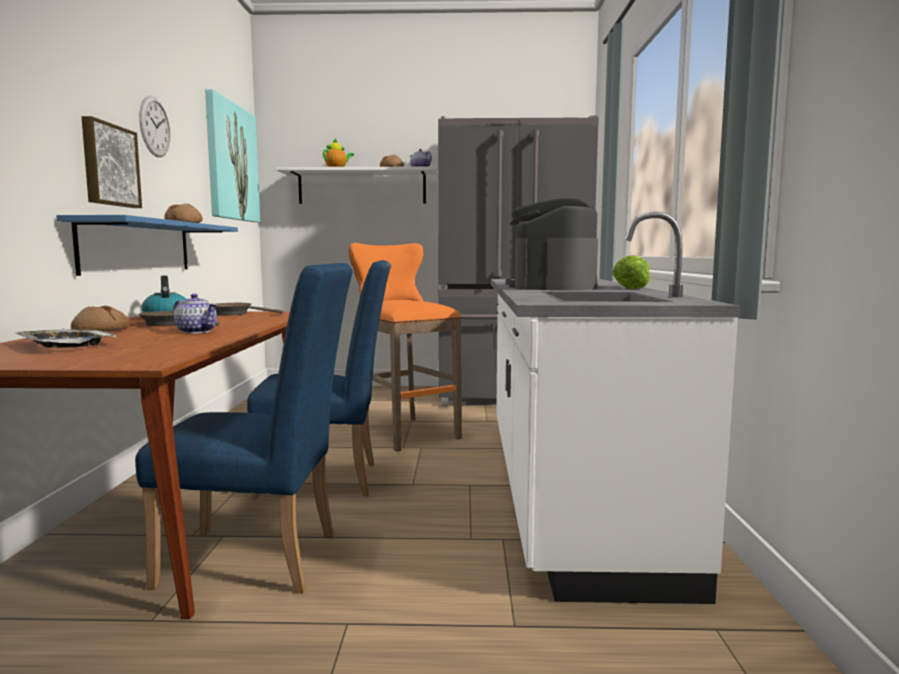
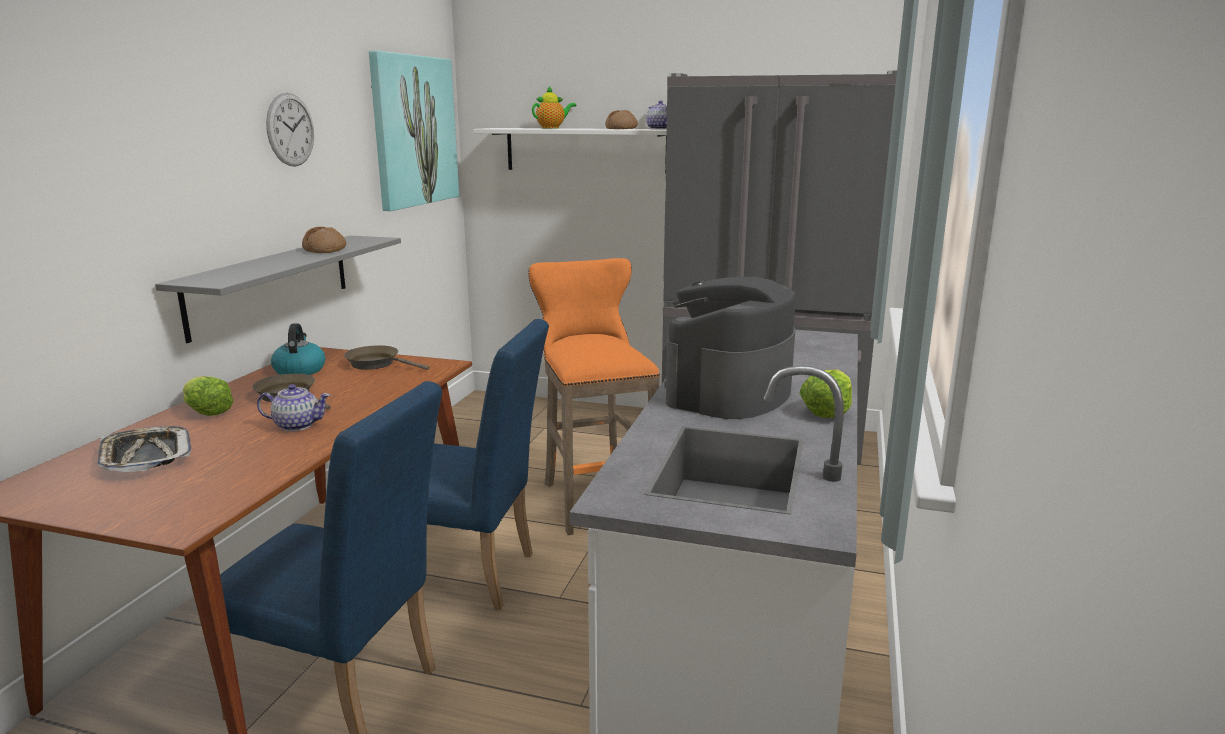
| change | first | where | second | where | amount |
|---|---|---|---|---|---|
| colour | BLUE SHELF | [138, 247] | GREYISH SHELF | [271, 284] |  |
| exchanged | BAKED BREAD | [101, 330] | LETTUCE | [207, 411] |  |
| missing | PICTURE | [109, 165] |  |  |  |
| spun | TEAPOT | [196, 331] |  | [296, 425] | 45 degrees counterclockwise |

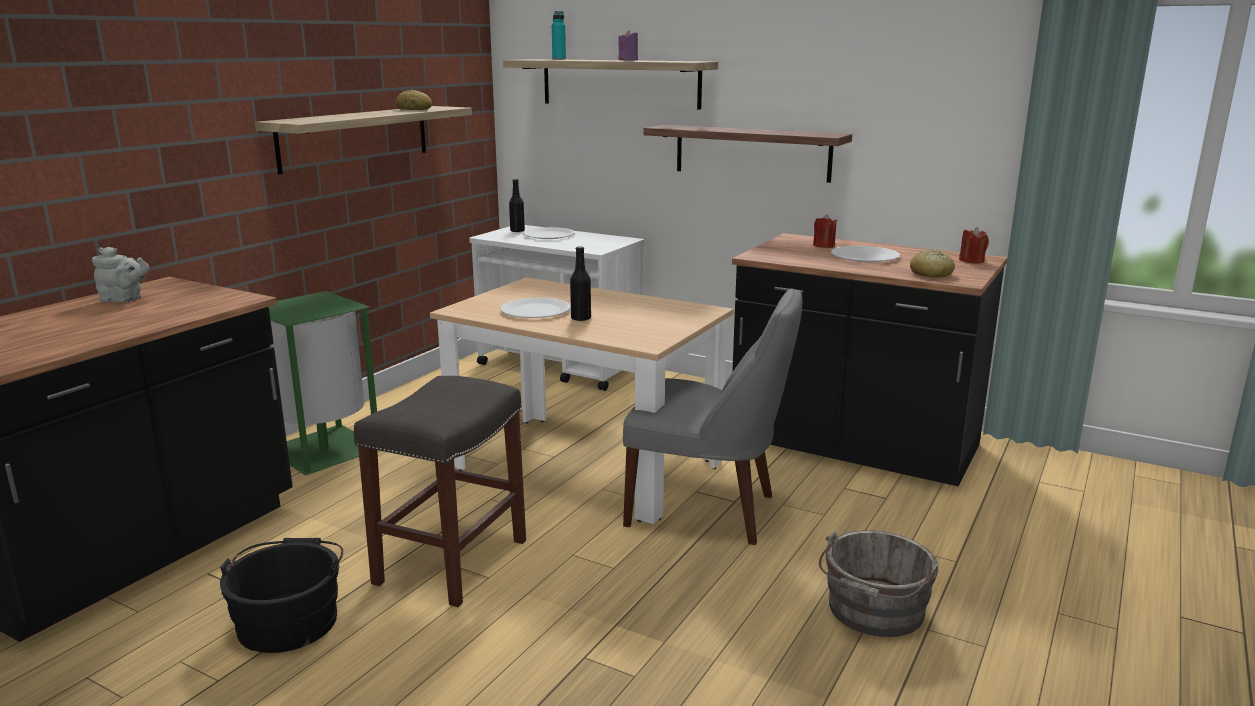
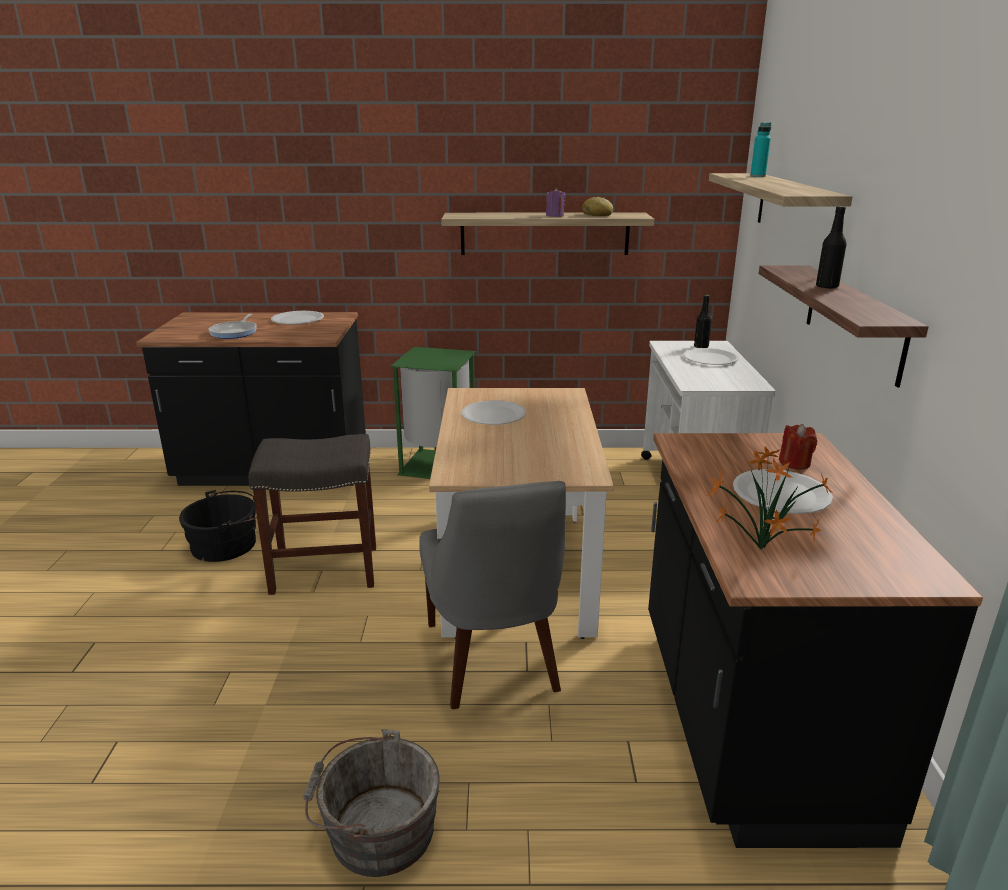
| change | first | where | second | where | amount |
|---|---|---|---|---|---|
| exchanged | GREYISH TEAPOT | [124, 300] | WHITE-COLOURED FLAT DISH | [297, 319] |  |
| relocated | BLACK-COLOURED BEVERAGE BOTTLE | [581, 318] |  | [827, 287] |  |
| relocated | PURPLE-COLOURED CANDLE | [628, 60] |  | [555, 216] |  |
| exchanged | BAKED BREAD | [931, 274] | PLANT IN A POT | [757, 549] |  |
| missing | RED CANDLE | [972, 261] |  |  |  |
| appeared |  |  | PAN | [235, 332] |  |

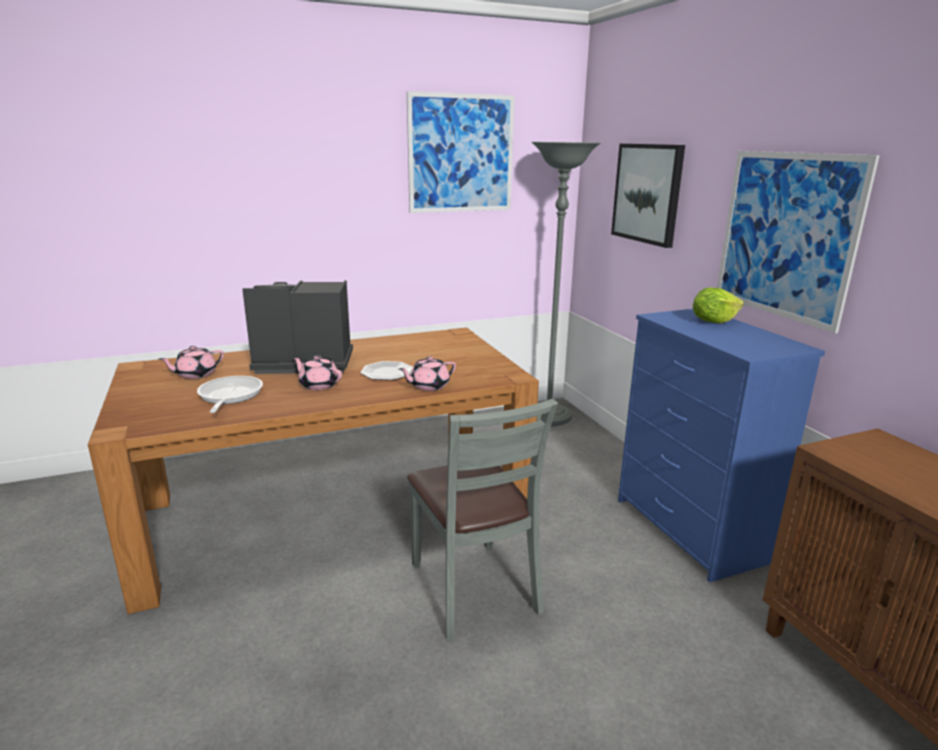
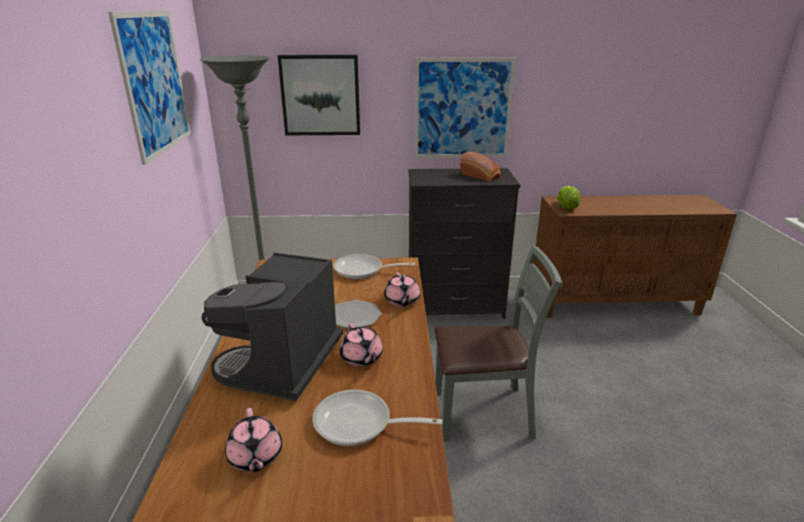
| change | first | where | second | where | amount |
|---|---|---|---|---|---|
| spun | PINK-COLOURED TEAPOT | [318, 385] |  | [361, 358] | 75 degrees counterclockwise |
| colour | BLUE DRAWER CHEST | [689, 530] | BLACK-COLOURED DRAWER CHEST | [456, 307] |  |
| relocated | LETTUCE | [713, 321] |  | [566, 207] |  |
| appeared |  |  | PAN | [363, 270] |  |
| appeared |  |  | BAKED BREAD | [481, 176] |  |

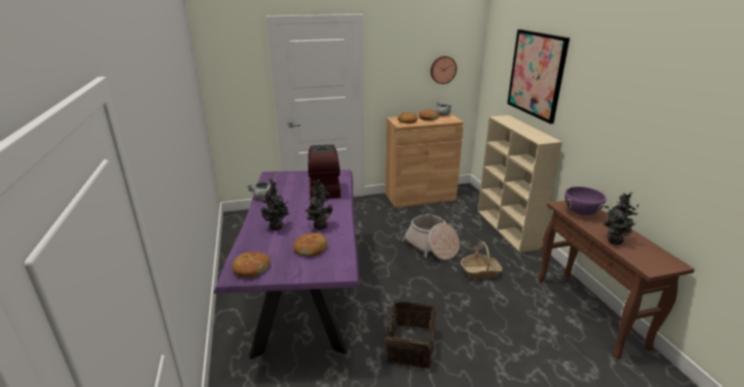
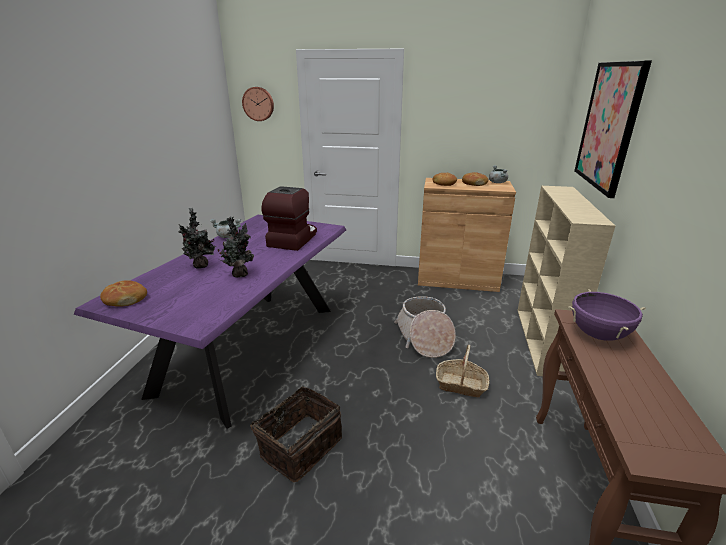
| change | first | where | second | where | amount |
|---|---|---|---|---|---|
| missing | BAKED BREAD | [311, 249] |  |  |  |
| relocated | WALL CLOCK | [443, 69] |  | [258, 104] |  |
| missing | PLANT IN A POT | [613, 241] |  |  |  |

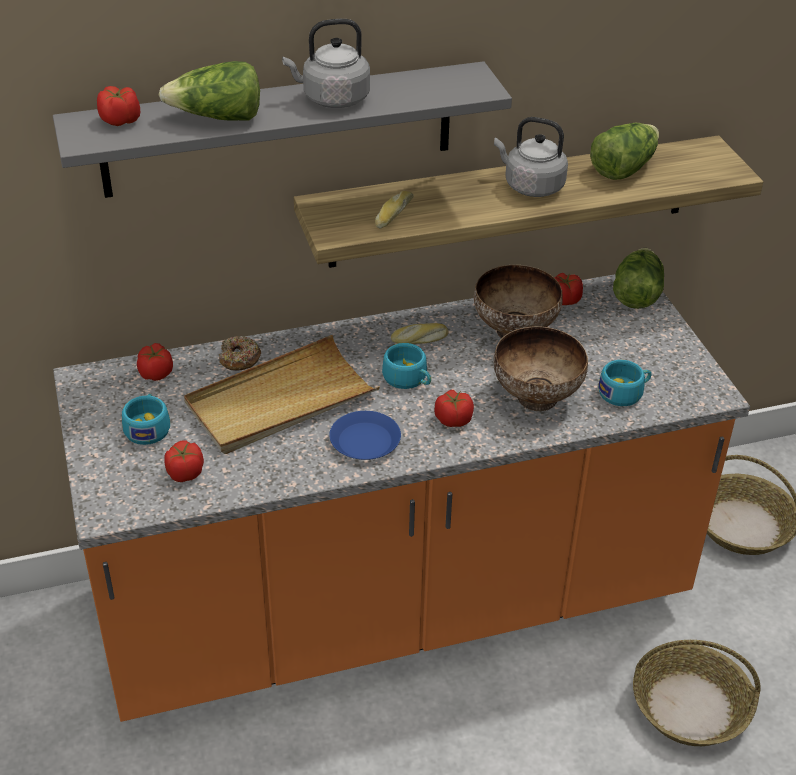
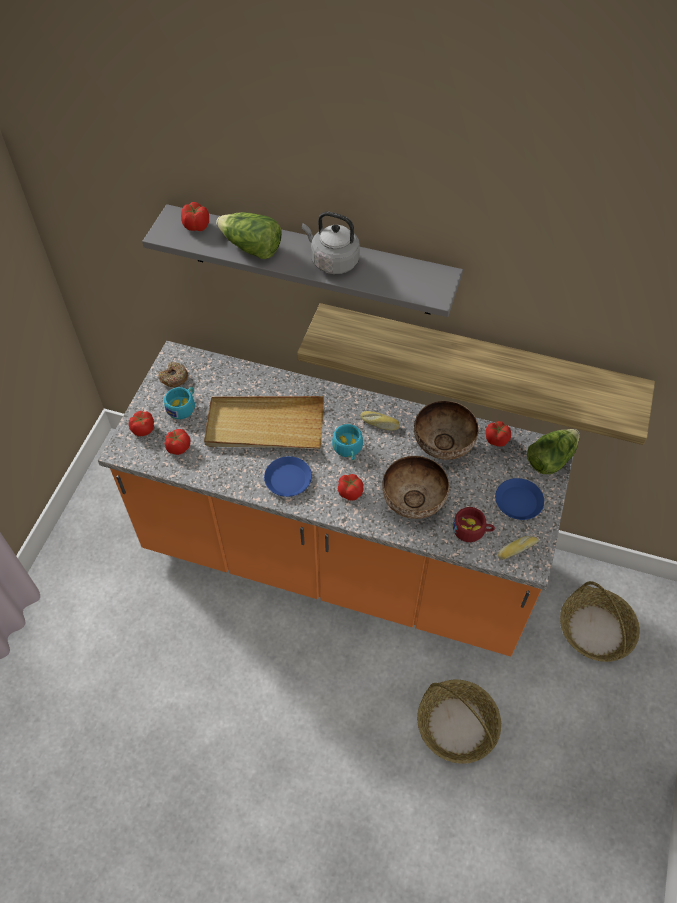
| change | first | where | second | where | amount |
|---|---|---|---|---|---|
| relocated | TOMATO | [156, 373] |  | [143, 429] |  |
| relocated | RING DOUGHNUT | [239, 359] |  | [174, 378] |  |
| relocated | BAKED BREAD | [393, 214] |  | [516, 548] |  |
| missing | GREYISH KETTLE | [530, 186] |  |  |  |
| missing | LETTUCE | [623, 168] |  |  |  |
| colour | TURQUOISE-COLOURED DRINKING CUP | [624, 392] | RED DRINKING CUP | [472, 530] |  |
| appeared |  |  | BLUE FLAT DISH | [518, 501] |  |

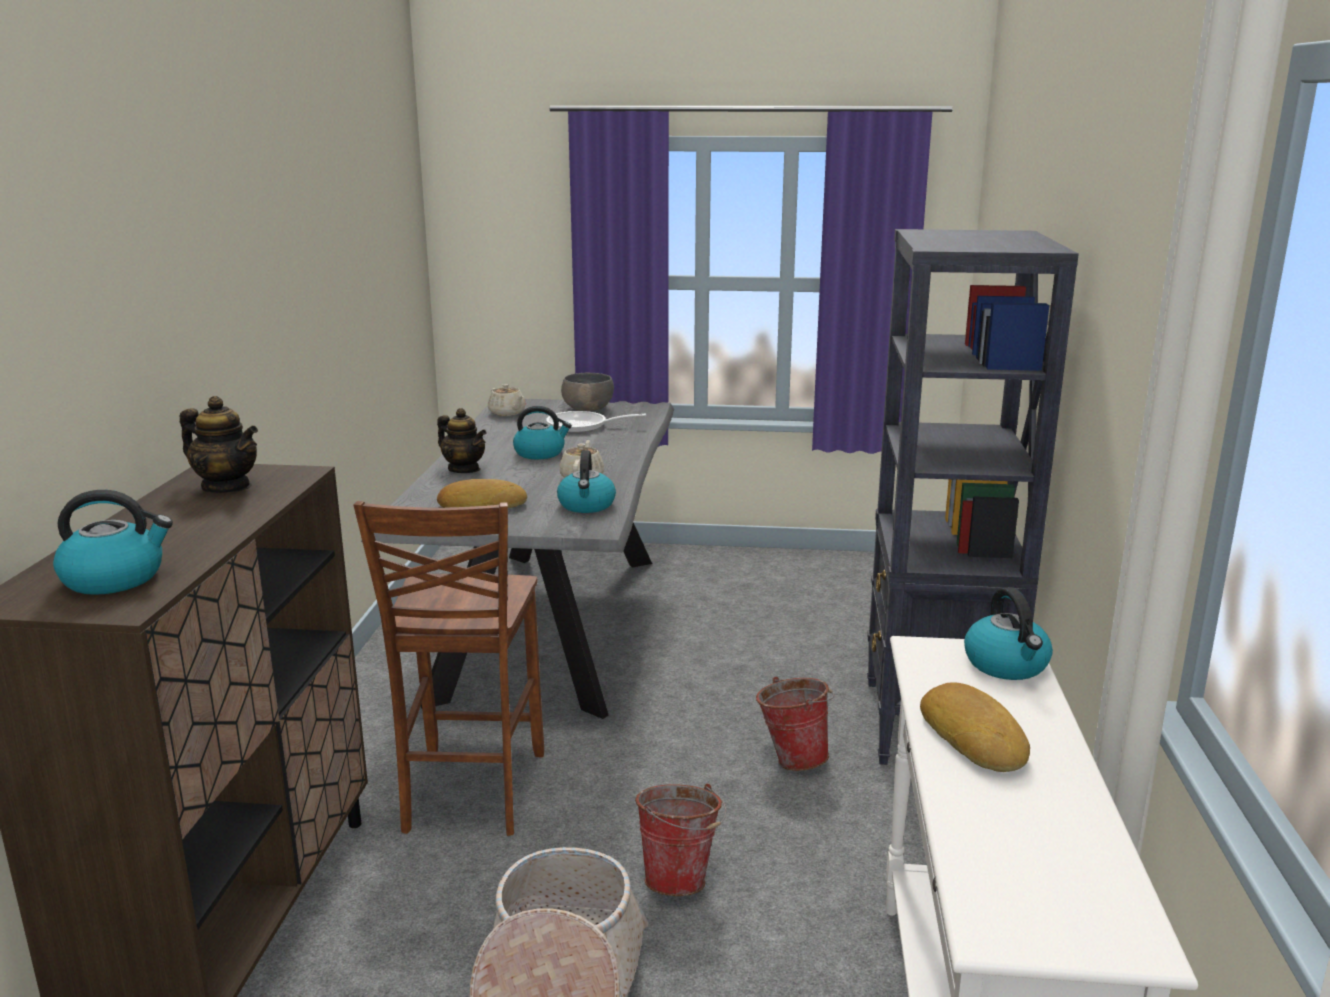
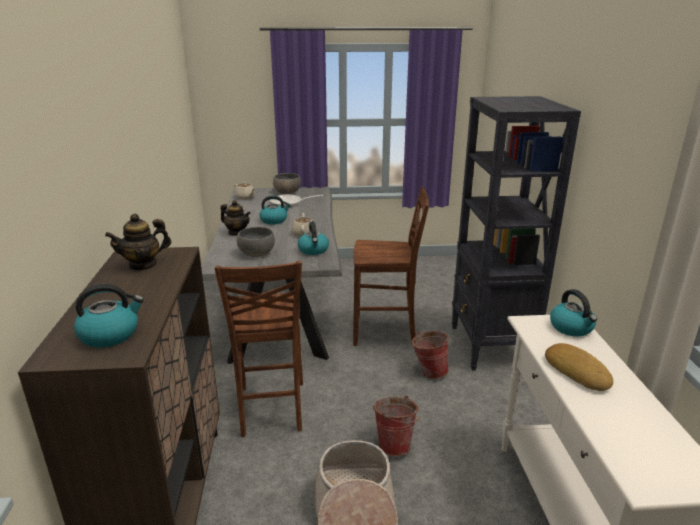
| change | first | where | second | where | amount |
|---|---|---|---|---|---|
| spun | TEAPOT | [227, 487] |  | [143, 265] | 135 degrees clockwise |
| exchanged | BAKED BREAD | [482, 504] | GREYISH BOWL | [256, 253] |  |
| appeared |  |  | BROWN PLAIN CHAIR | [386, 333] |  |

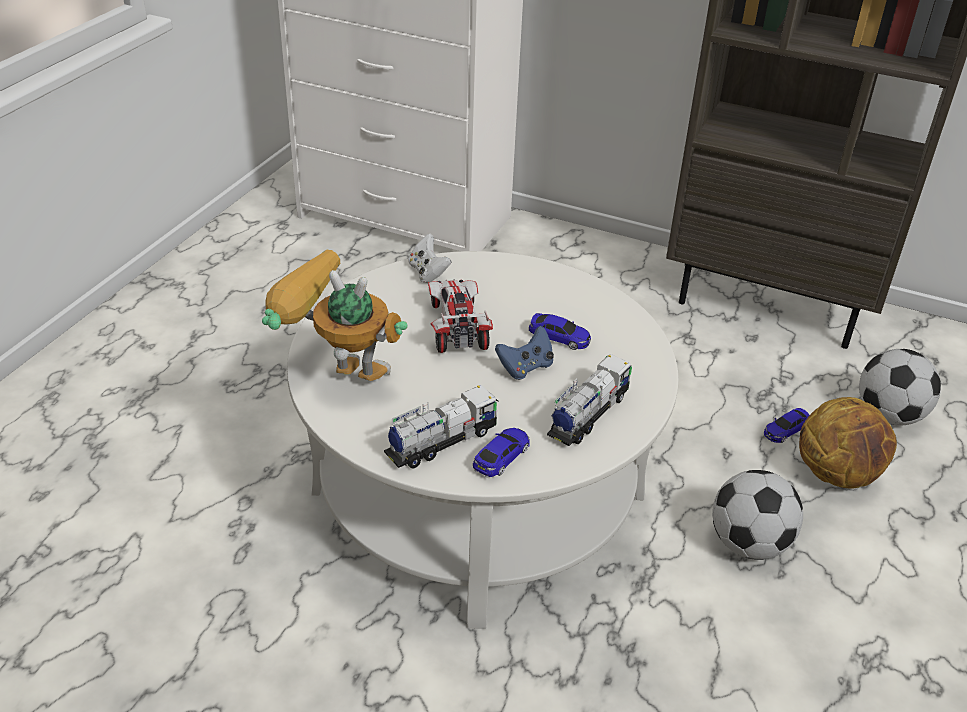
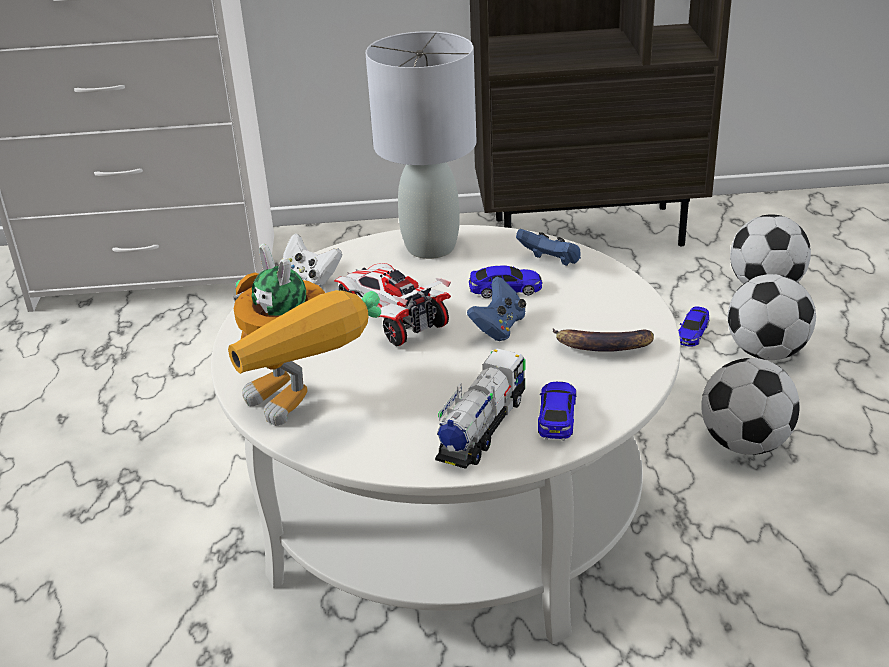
| change | first | where | second | where | amount |
|---|---|---|---|---|---|
| spun | MODEL ROBOT | [336, 376] |  | [304, 411] | 120 degrees counterclockwise |
| exchanged | TOY LORRY | [588, 415] | BANANA FRUIT | [601, 346] |  |
| exchanged | BASKETBALL | [838, 474] | BALL FOR FOOTBALL | [767, 352] |  |
| appeared |  |  | GREYISH LAMP FOR A TABLE | [430, 246] |  |
| appeared |  |  | BLUE GAME CONTROLLER | [551, 262] |  |

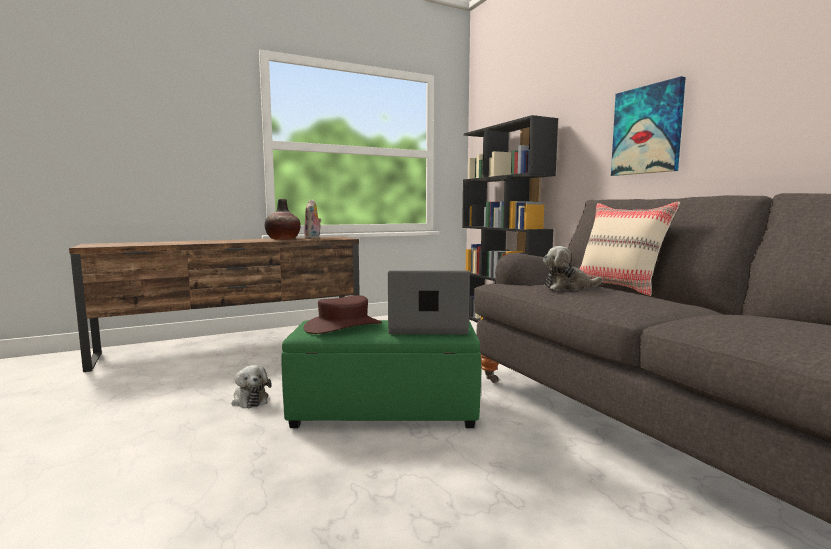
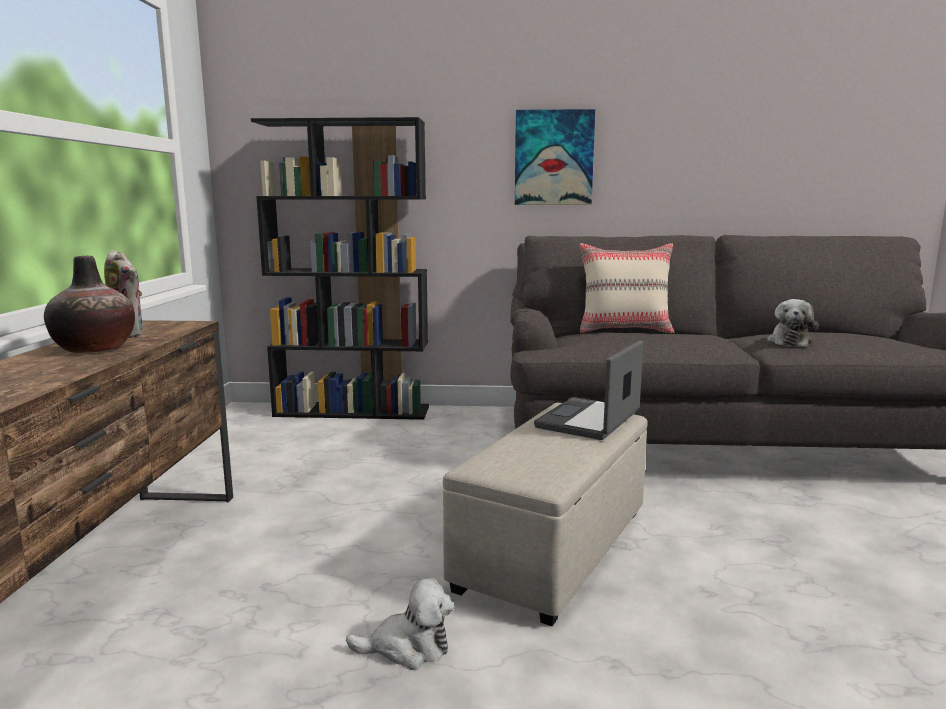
| change | first | where | second | where | amount |
|---|---|---|---|---|---|
| colour | GREEN OTTOMAN | [383, 411] | SAND-COLOURED OTTOMAN | [553, 550] |  |
| missing | BROWN WEARABLE HAT | [343, 326] |  |  |  |
| relocated | SOFT TOY | [568, 287] |  | [789, 341] |  |

